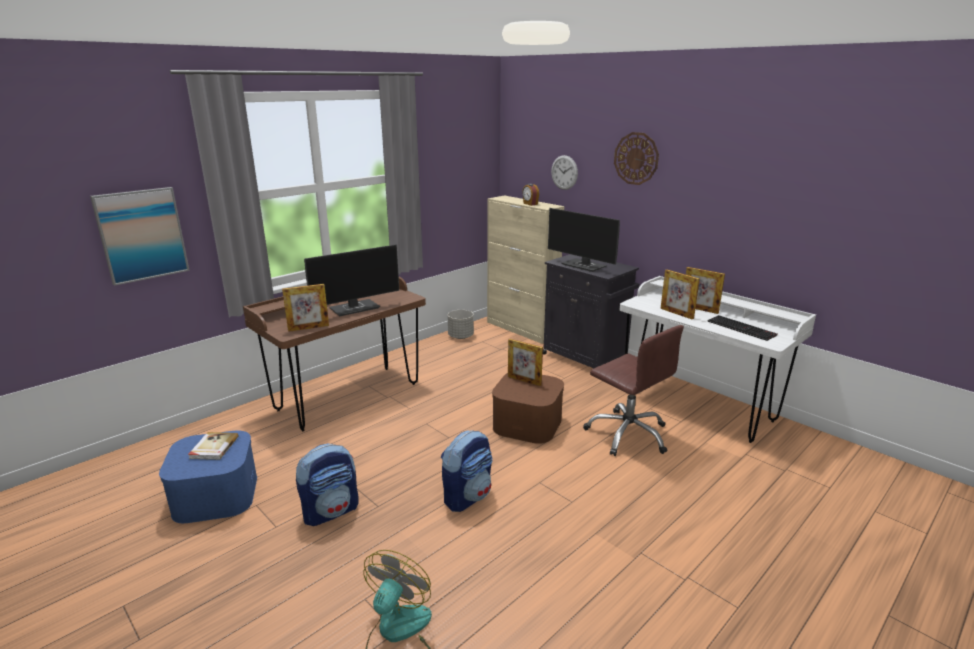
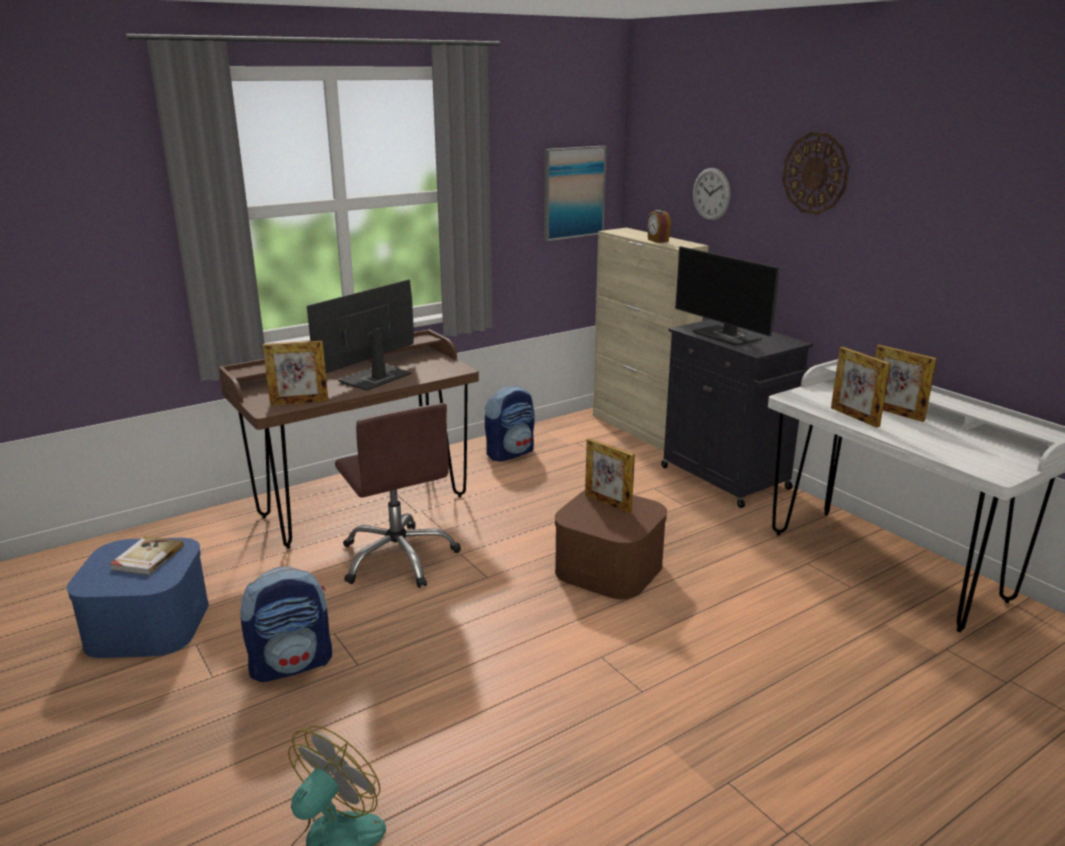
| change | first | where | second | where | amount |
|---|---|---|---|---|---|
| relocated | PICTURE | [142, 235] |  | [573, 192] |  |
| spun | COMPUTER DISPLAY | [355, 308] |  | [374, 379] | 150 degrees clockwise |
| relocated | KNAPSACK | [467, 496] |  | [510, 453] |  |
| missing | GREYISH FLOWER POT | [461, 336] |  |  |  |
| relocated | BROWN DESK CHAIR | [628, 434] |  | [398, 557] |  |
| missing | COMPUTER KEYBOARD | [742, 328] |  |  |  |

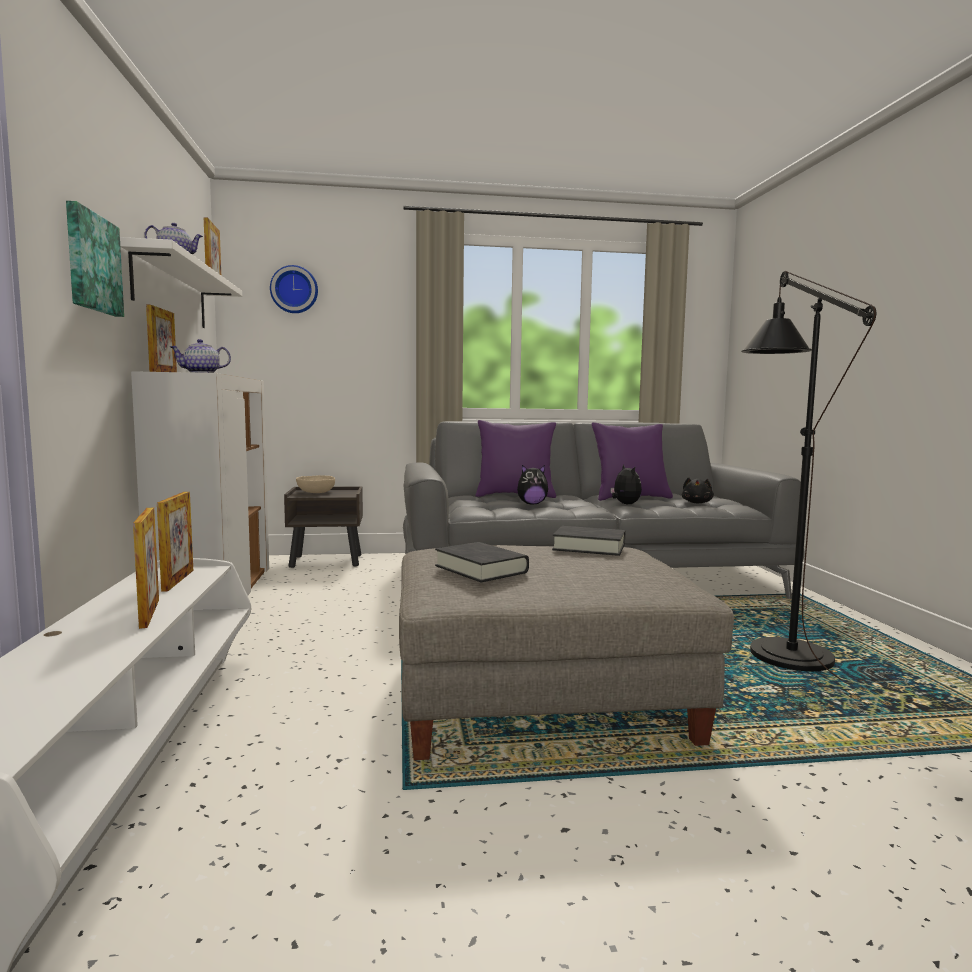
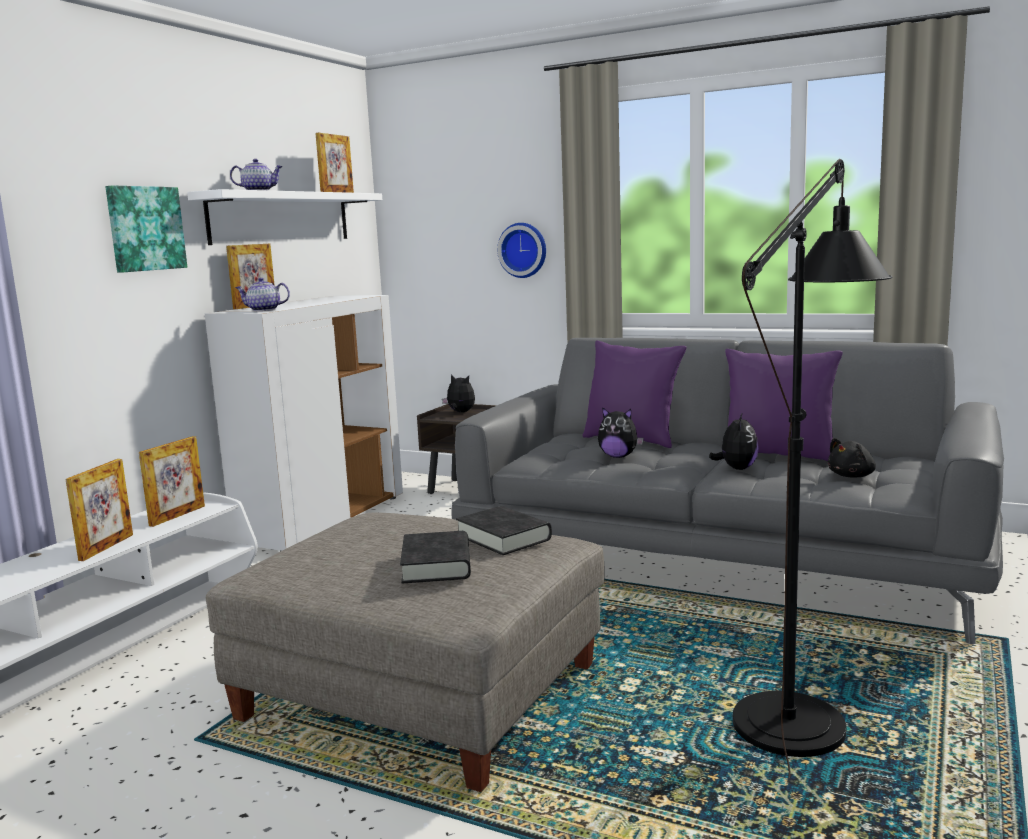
| change | first | where | second | where | amount |
|---|---|---|---|---|---|
| relocated | WALL CLOCK | [294, 290] |  | [523, 250] |  |
| exchanged | SAND-COLOURED BOWL | [315, 492] | SOFT TOY | [460, 412] |  |
| relocated | BLACK-COLOURED BOUND BOOK | [481, 569] |  | [436, 565] |  |

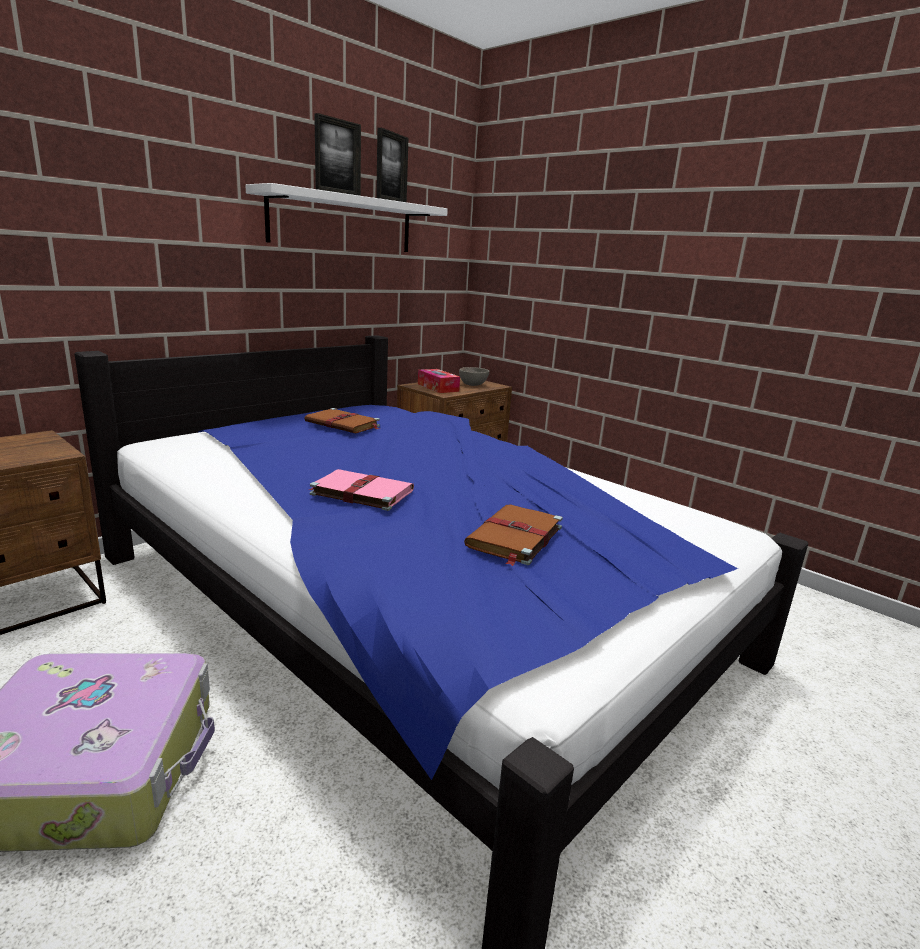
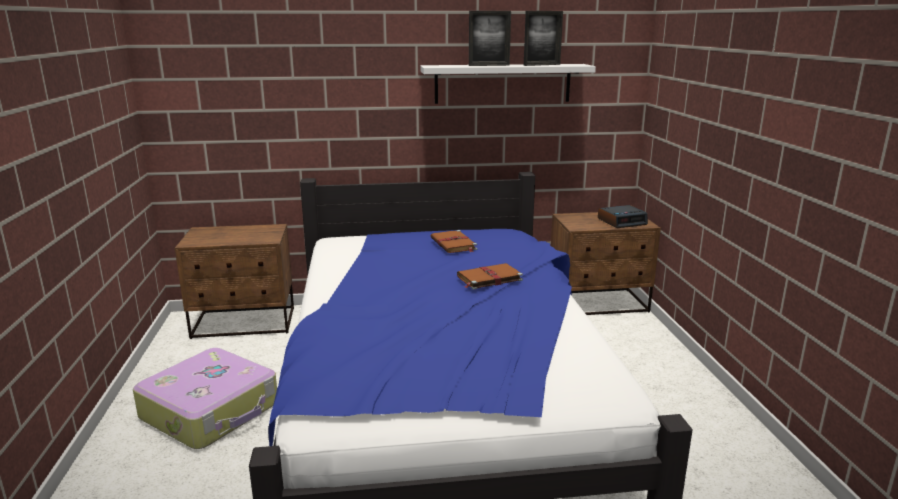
| change | first | where | second | where | amount |
|---|---|---|---|---|---|
| missing | PINK-COLOURED BOUND BOOK | [360, 492] |  |  |  |
| missing | TISSUE HOLDER | [438, 387] |  |  |  |
| exchanged | GREYISH BOWL | [473, 385] | BEDSIDE CLOCK | [622, 221] |  |
| relocated | BROWN BOUND BOOK | [514, 537] |  | [488, 278] |  |

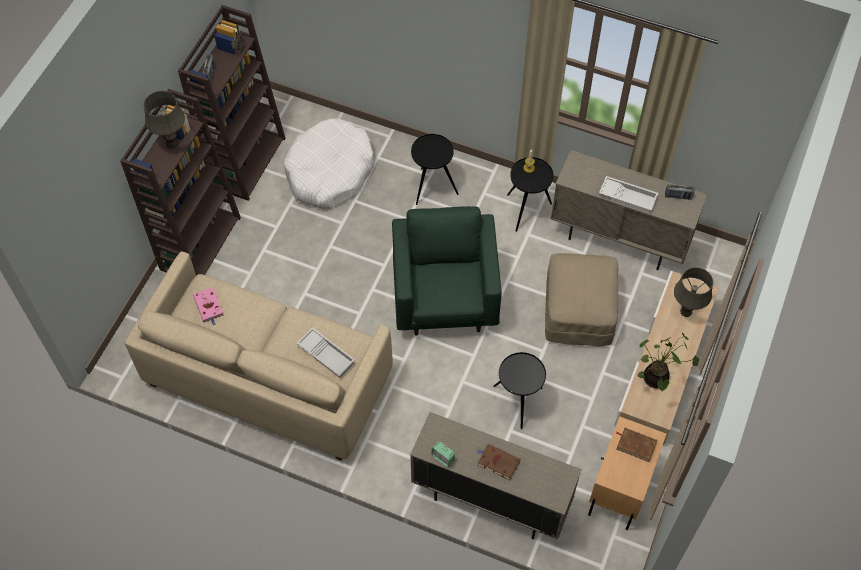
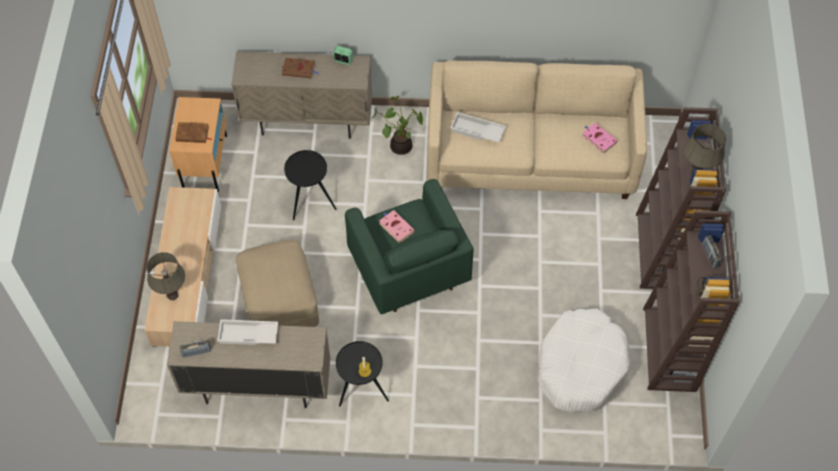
| change | first | where | second | where | amount |
|---|---|---|---|---|---|
| missing | BLACK-COLOURED ACCENT TABLE | [432, 187] |  |  |  |
| relocated | PLANT IN A POT | [656, 380] |  | [400, 145] |  |
| appeared |  |  | PINK-COLOURED BOUND BOOK | [395, 227] |  |

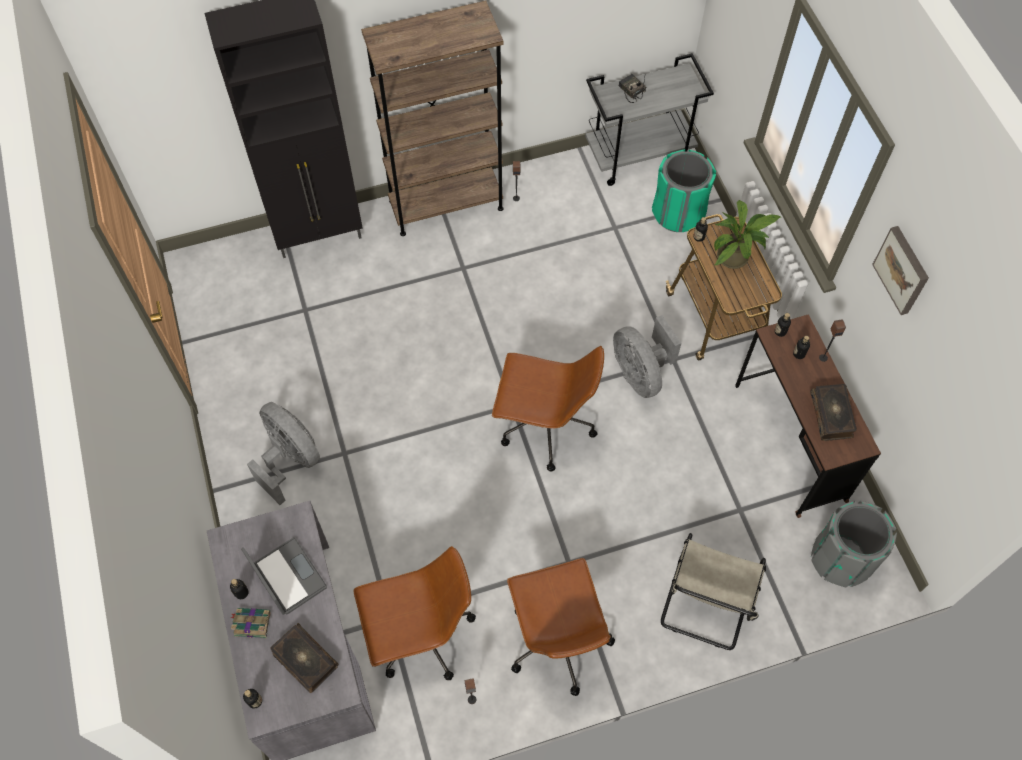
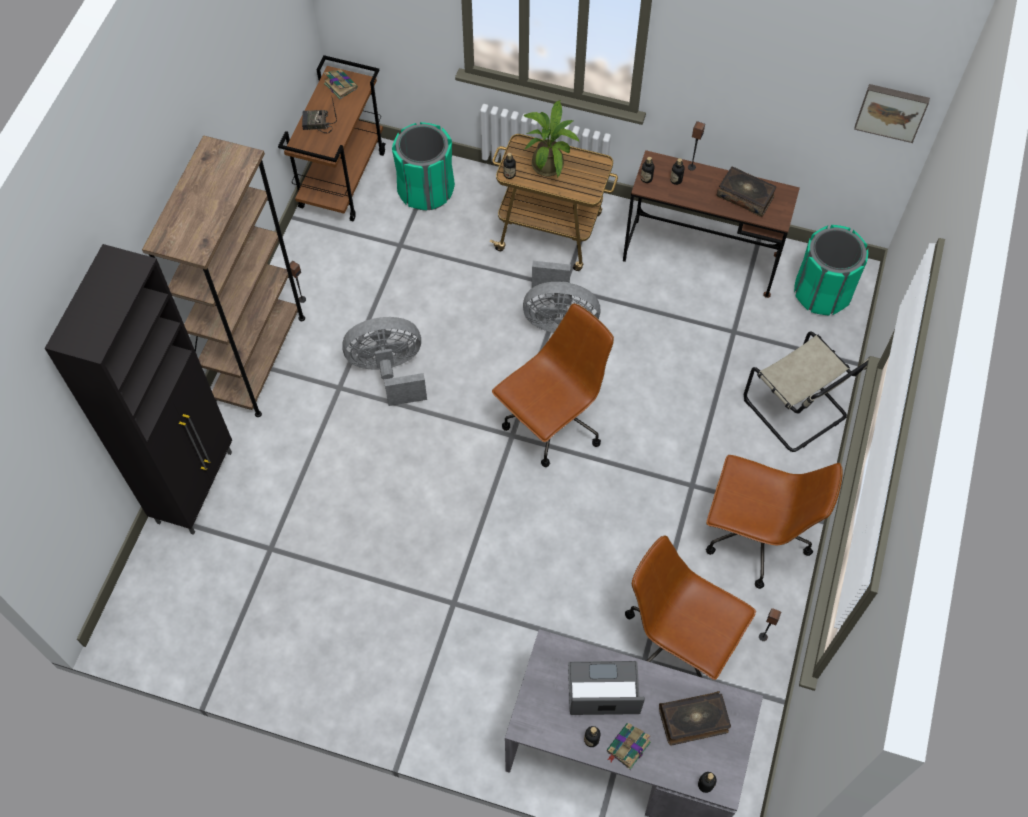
| change | first | where | second | where | amount |
|---|---|---|---|---|---|
| relocated | GREYISH FAN | [290, 459] |  | [389, 371] |  |
| spun | BROWN DESK CHAIR | [420, 635] |  | [677, 643] | 75 degrees counterclockwise |
| colour | GREYISH TROLLEY | [639, 155] | BROWN TROLLEY | [342, 178] |  |
| colour | GREYISH WASTE BIN | [841, 559] | GREEN WASTE BIN | [822, 292] |  |
| relocated | PICTURE | [903, 270] |  | [891, 111] |  |
| appeared |  |  | BOUND BOOK | [340, 85] |  |

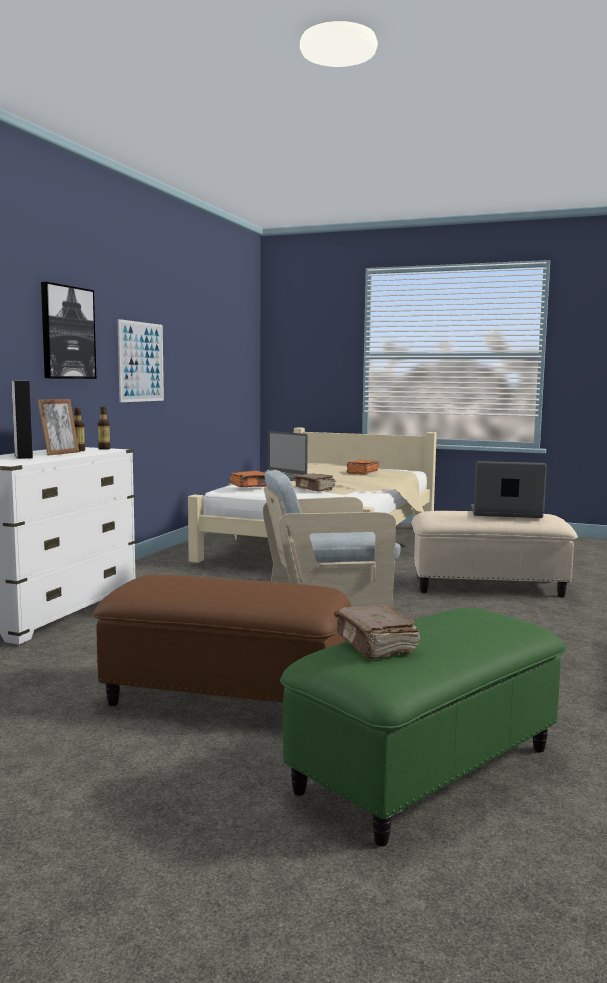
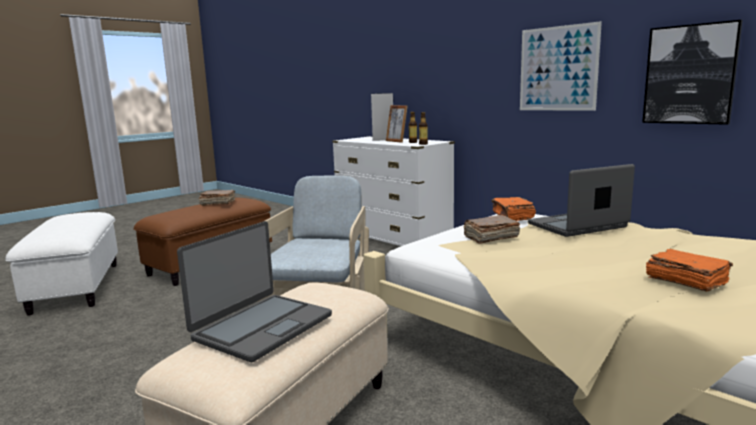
| change | first | where | second | where | amount |
|---|---|---|---|---|---|
| relocated | PICTURE | [67, 332] |  | [689, 74] |  |
| colour | GREEN OTTOMAN | [427, 771] | WHITE-COLOURED OTTOMAN | [75, 287] |  |
| relocated | BROWN BOUND BOOK | [375, 645] |  | [217, 204] |  |

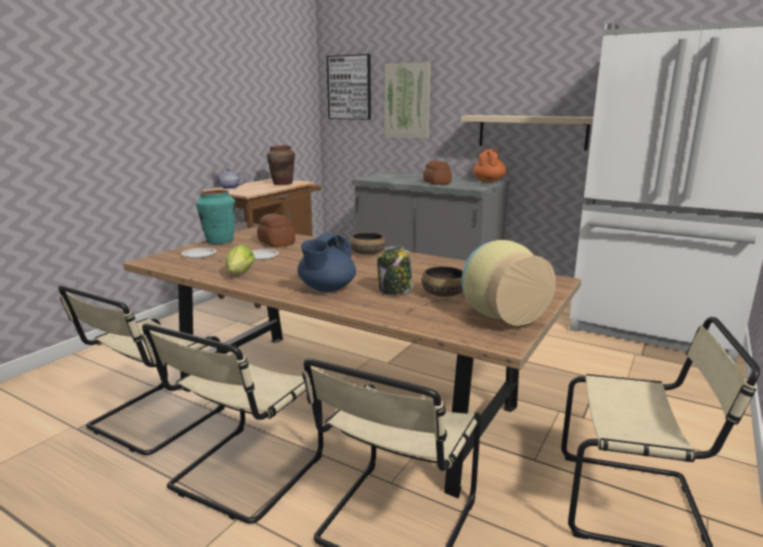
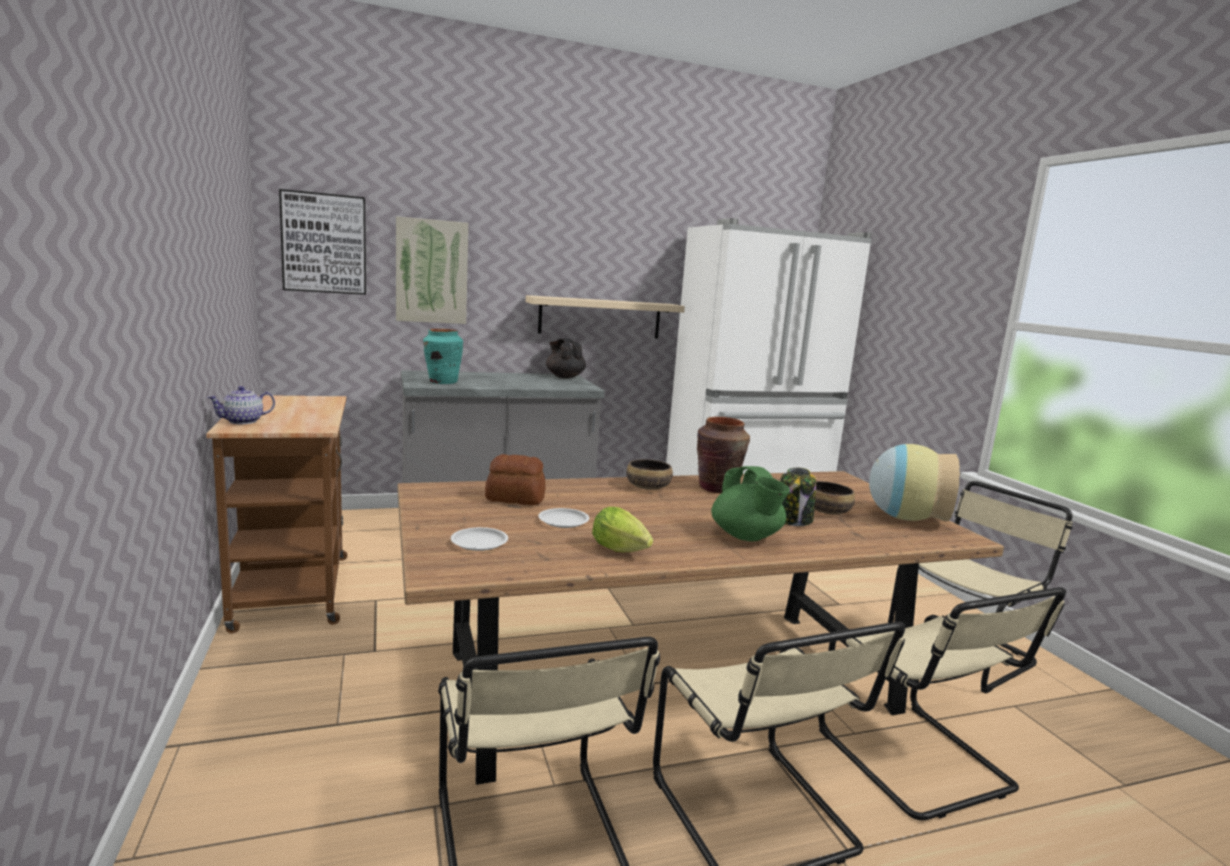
| change | first | where | second | where | amount |
|---|---|---|---|---|---|
| relocated | TURQUOISE-COLOURED DECORATIVE VASE | [219, 241] |  | [442, 382] |  |
| relocated | BROWN DECORATIVE VASE | [282, 183] |  | [717, 488] |  |
| colour | BLUE TEAPOT | [326, 288] | GREEN TEAPOT | [746, 537] |  |
| missing | BAKED BREAD | [436, 183] |  |  |  |
| colour | ORANGE-COLOURED TEAPOT | [488, 181] | BLACK-COLOURED TEAPOT | [564, 377] |  |

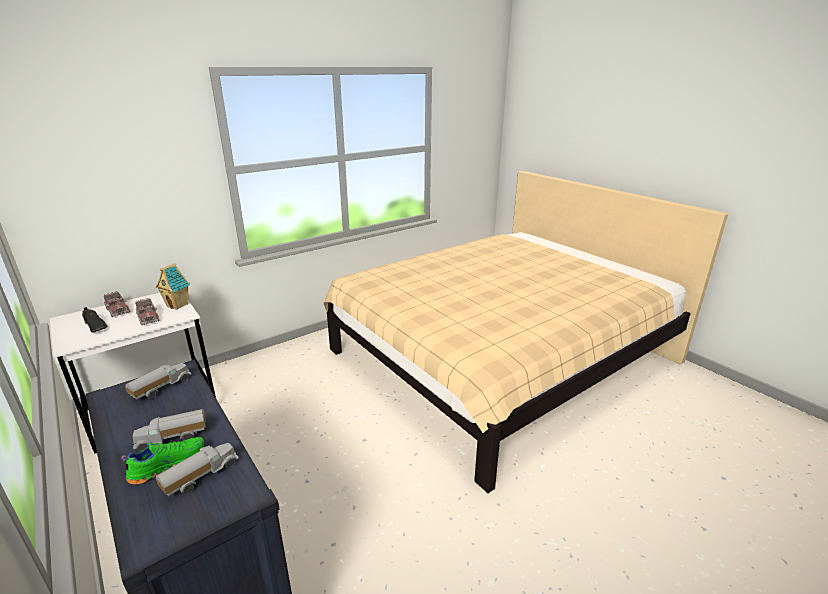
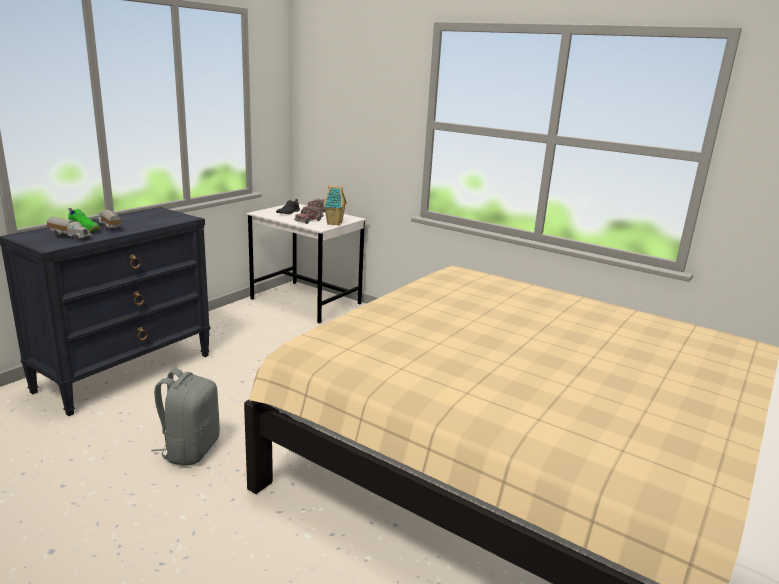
| change | first | where | second | where | amount |
|---|---|---|---|---|---|
| missing | TOY LORRY | [161, 388] |  |  |  |
| appeared |  |  | GREYISH KNAPSACK | [190, 449] |  |

